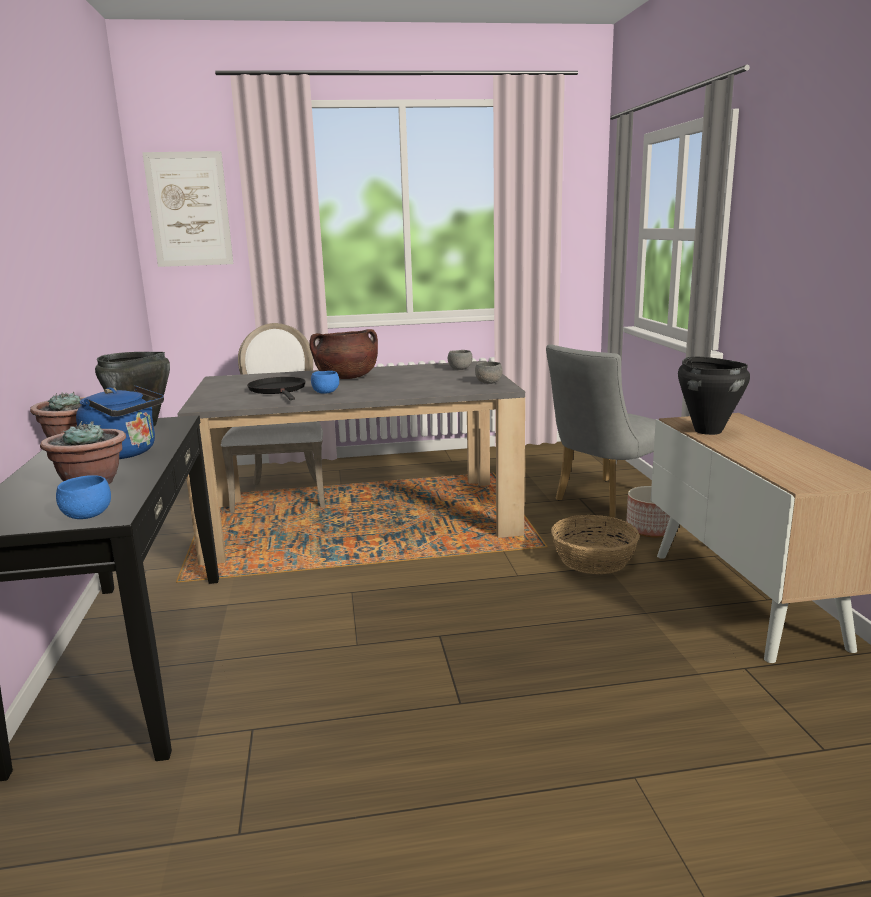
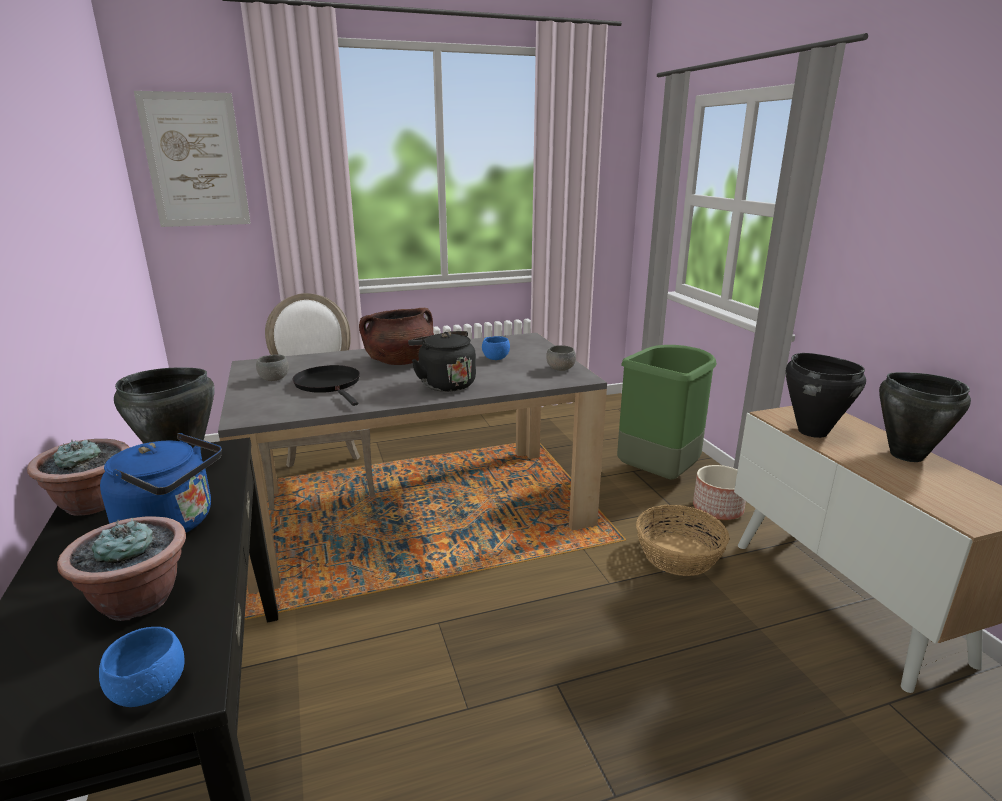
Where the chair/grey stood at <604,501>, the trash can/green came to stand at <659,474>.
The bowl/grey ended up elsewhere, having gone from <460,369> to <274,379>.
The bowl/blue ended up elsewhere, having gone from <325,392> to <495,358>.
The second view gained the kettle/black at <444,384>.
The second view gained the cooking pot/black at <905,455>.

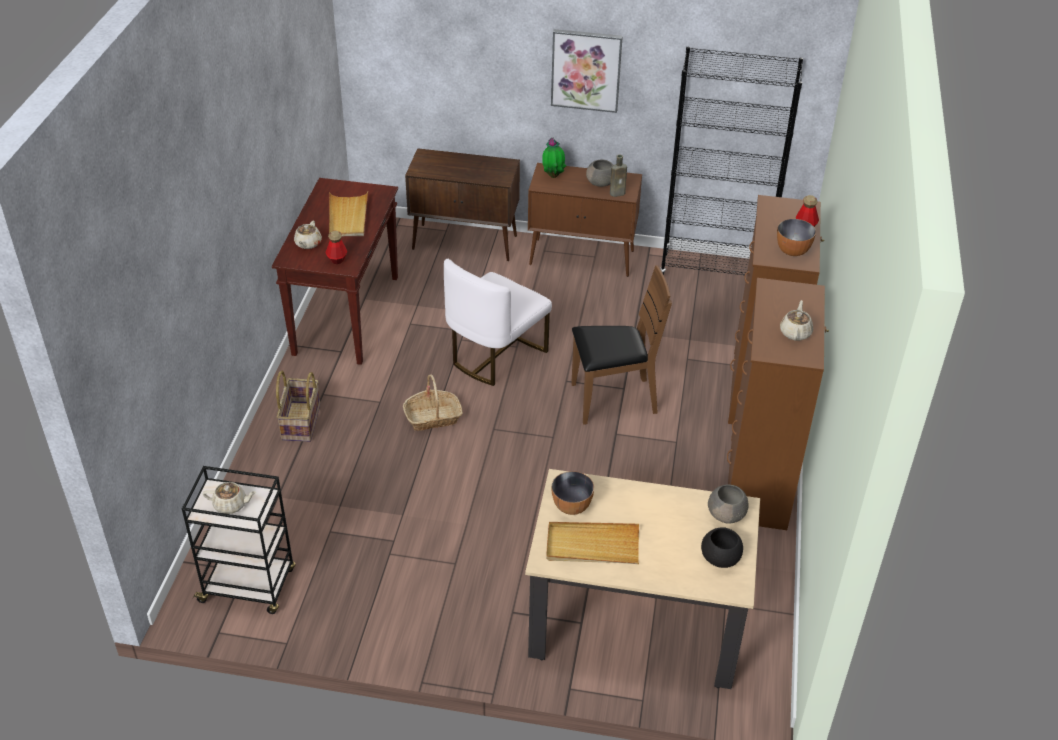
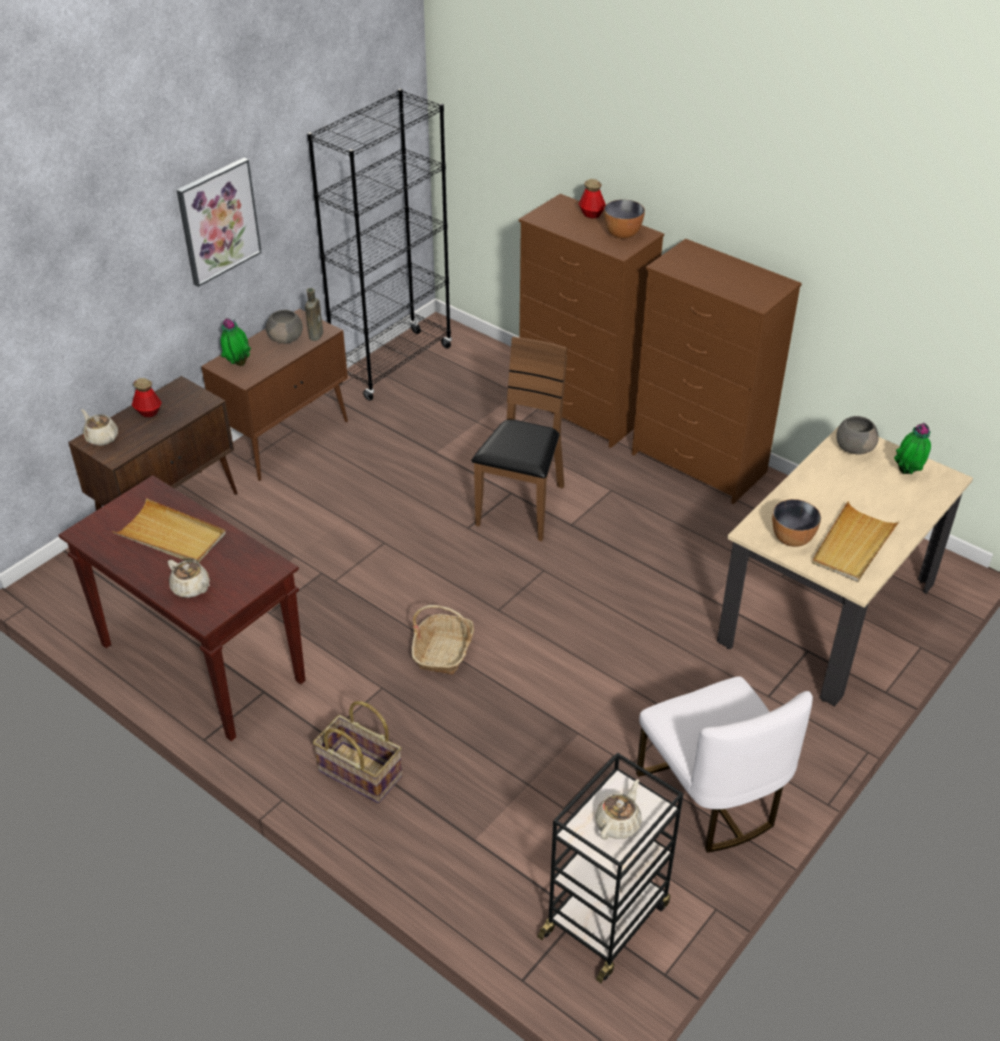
The bottle ended up elsewhere, having gone from <337,259> to <148,412>.
The chair/white ended up elsewhere, having gone from <495,355> to <711,797>.
The teapot/beige ended up elsewhere, having gone from <795,332> to <101,438>.
Where the bowl/black stood at <720,558>, the potted plant came to stand at <908,473>.

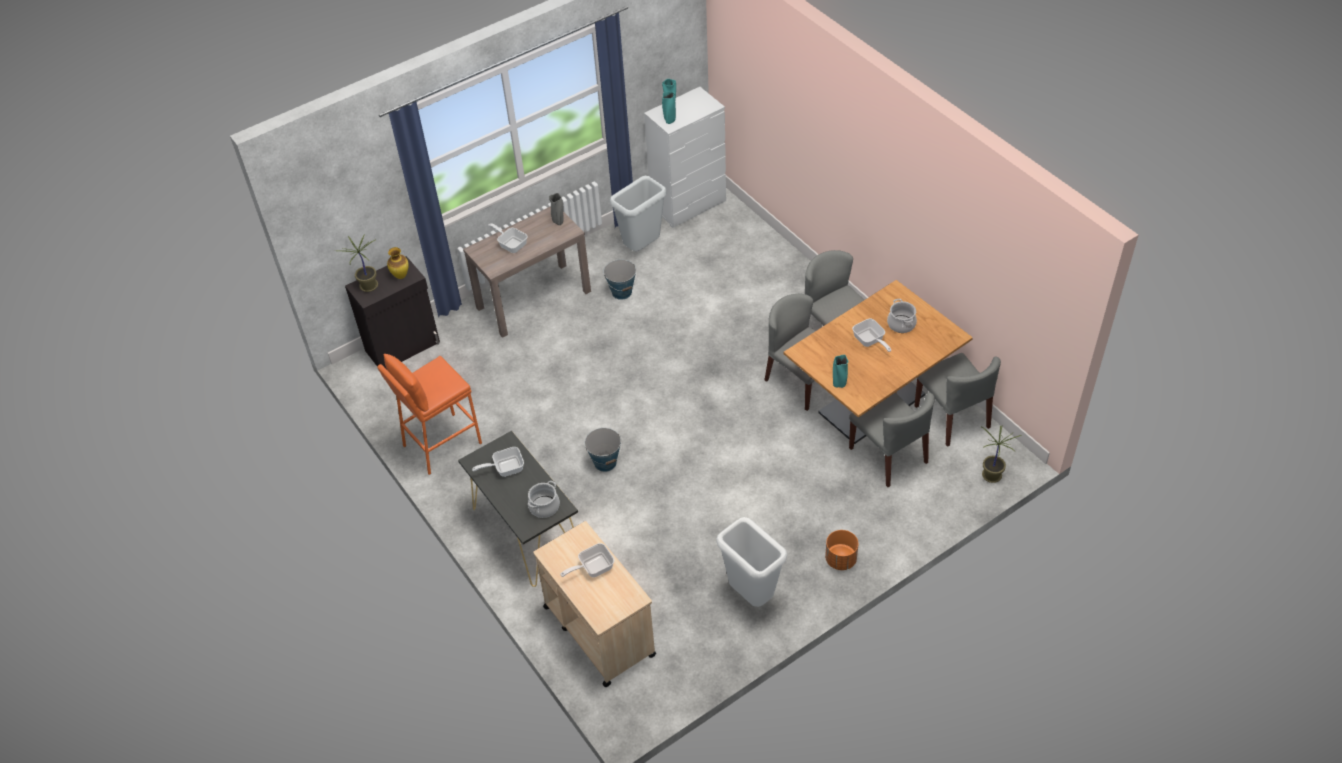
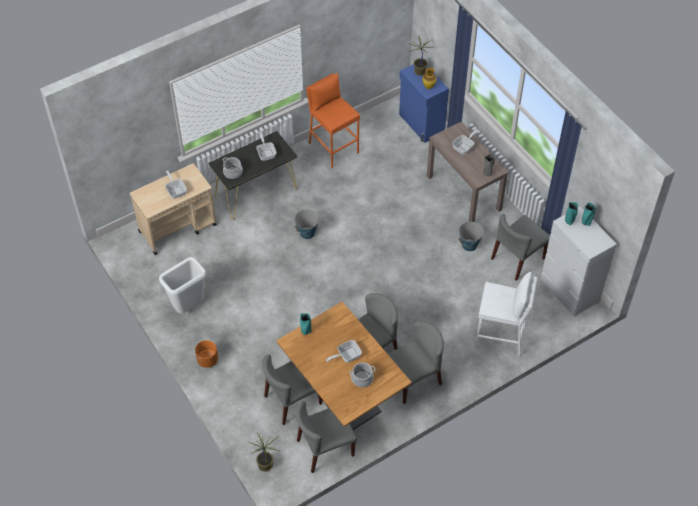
Where the trash can/grey stood at <642,248>, the chair/grey came to stand at <518,259>.
What was the cabinet/black at <403,347> turned into the cabinet/blue at <421,124>.
The second view gained the stool/white at <500,338>.

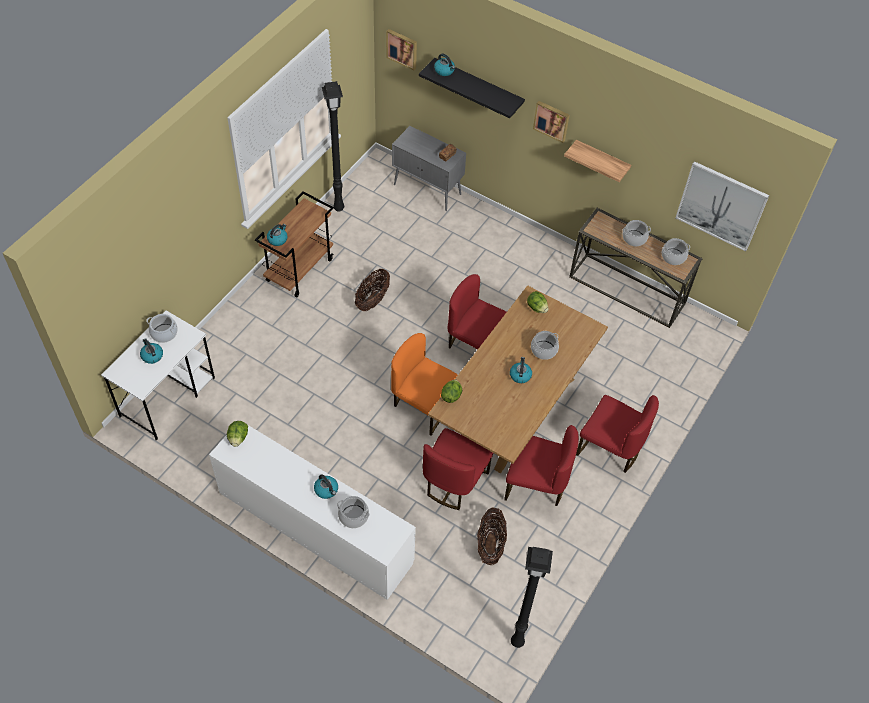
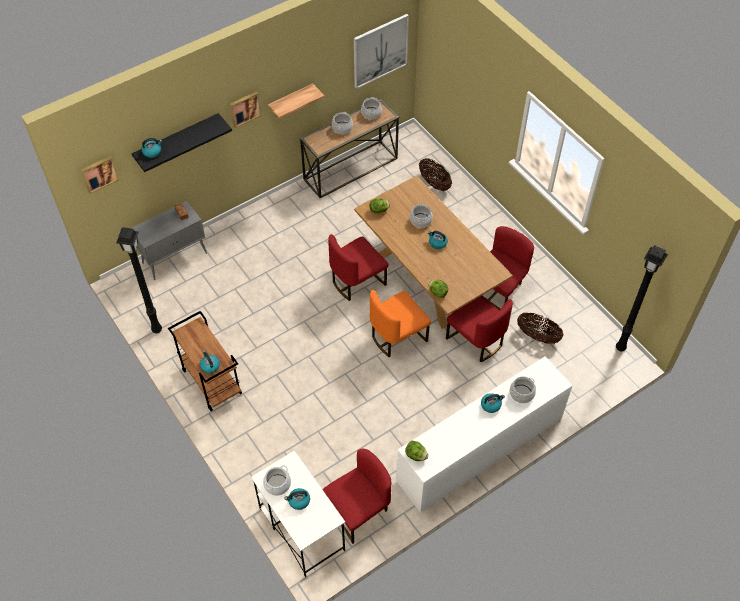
The basket ended up elsewhere, having gone from <372,300> to <434,183>.
The chair/red ended up elsewhere, having gone from <610,448> to <358,511>.

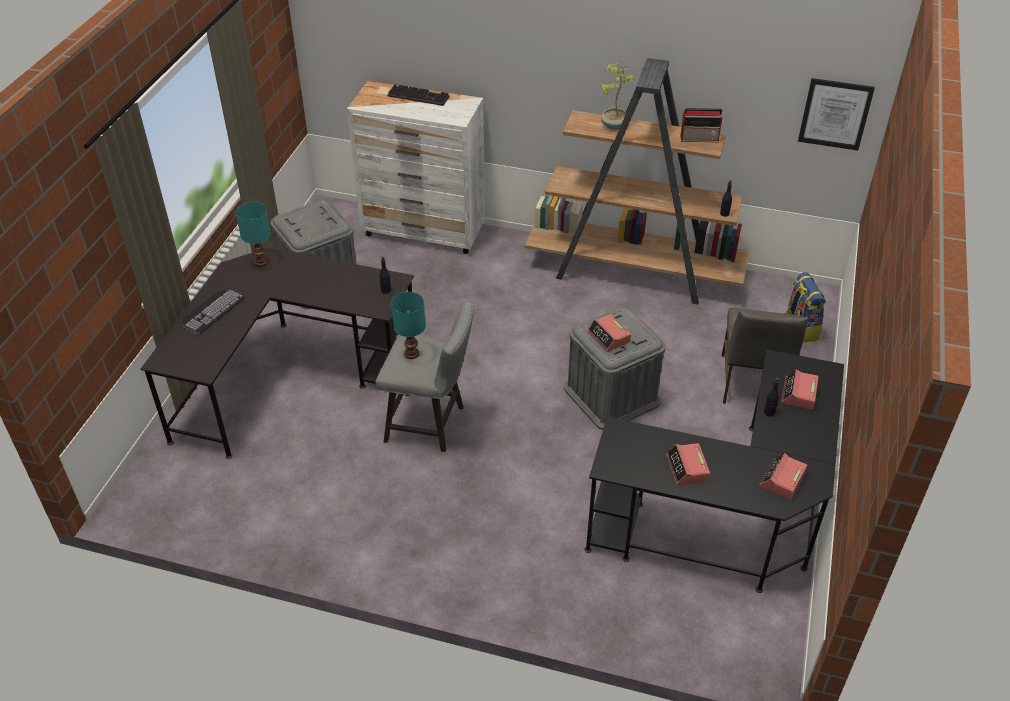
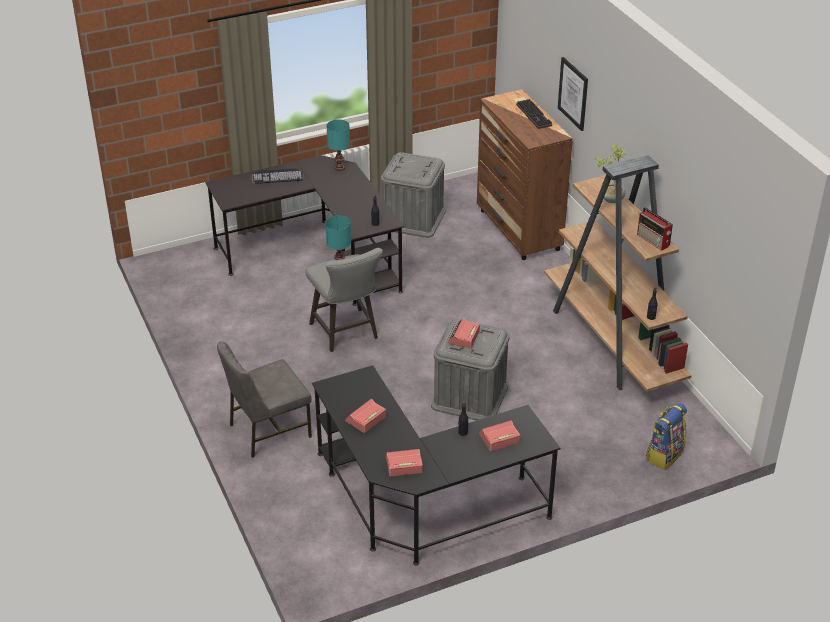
The picture ended up elsewhere, having gone from <835,114> to <573,93>.
What was the dresser/white at <424,231> turned into the dresser/brown at <519,230>.
The chair/grey ended up elsewhere, having gone from <753,383> to <268,430>.

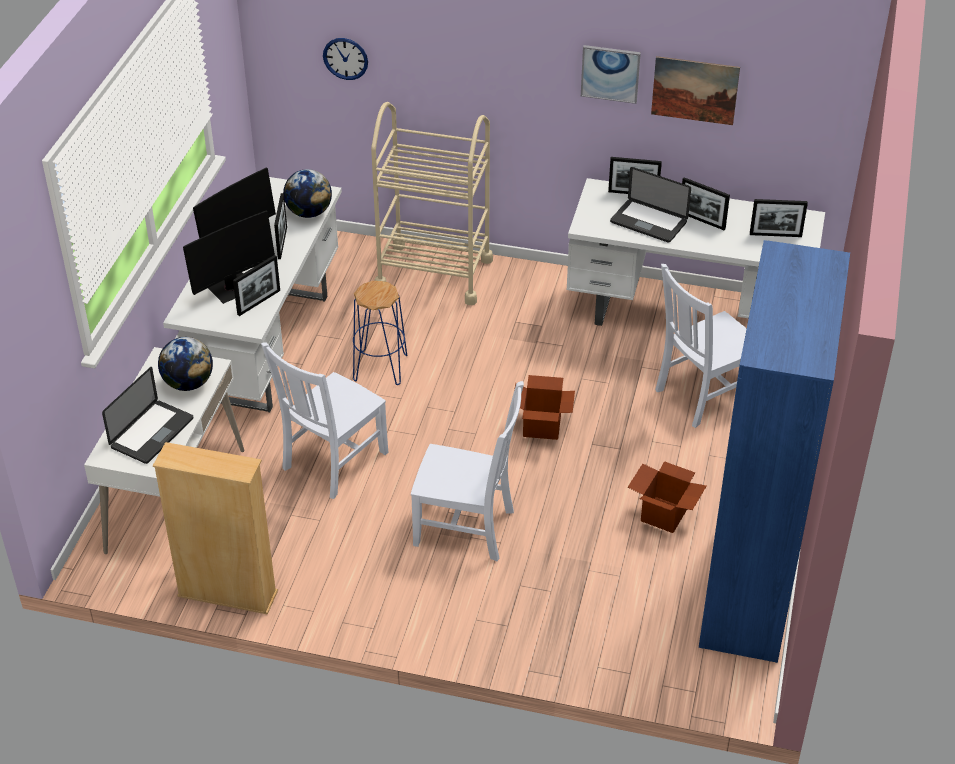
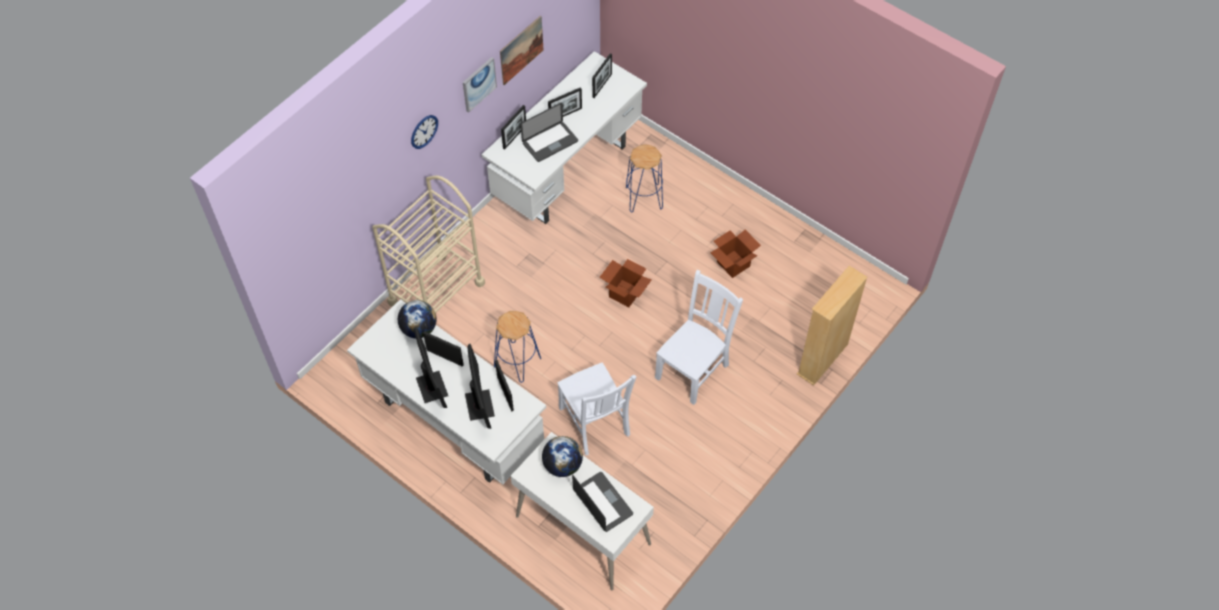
The wall clock ended up elsewhere, having gone from <345,58> to <424,131>.
The second view lost the bookcase/blue at <748,589>.
Where the chair/white stood at <703,395>, the stool/blue came to stand at <643,198>.
The bookcase/beige ended up elsewhere, having gone from <227,594> to <822,359>.

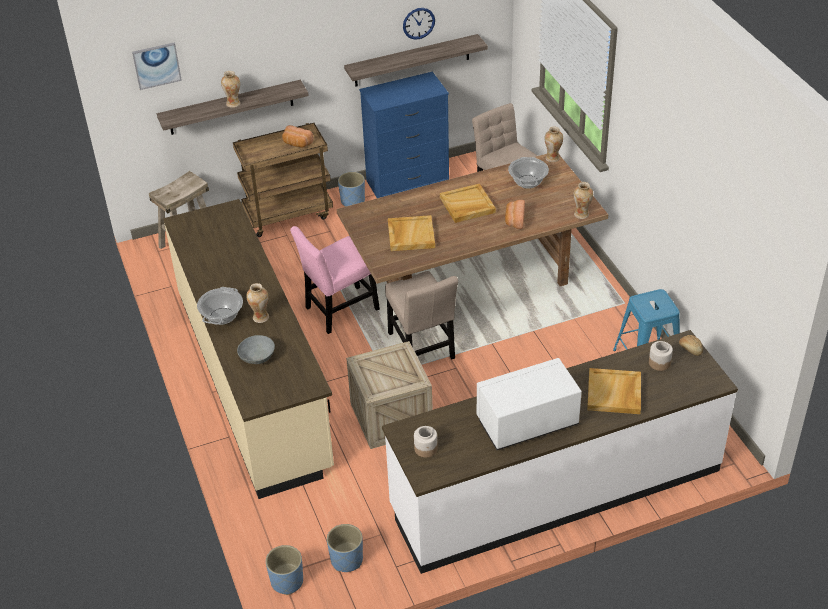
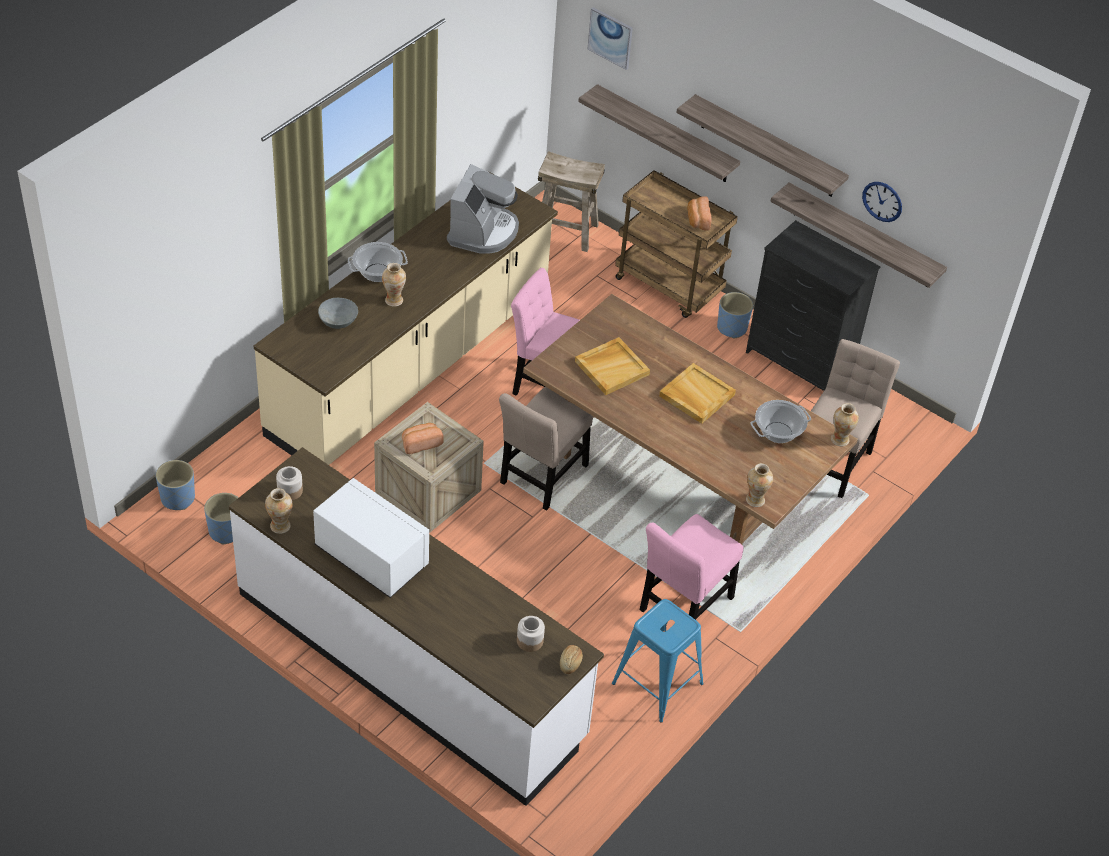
The vase ended up elsewhere, having gone from <233,104> to <280,526>.
What was the dresser/blue at <407,183> turned into the dresser/black at <798,361>.
The bread ended up elsewhere, having gone from <514,220> to <421,443>.
The second view lost the tray/beige at <614,393>.
The second view gained the shelf at <768,147>.
The second view gained the coffee machine at <483,232>.
The second view gained the chair/pink at <684,607>.

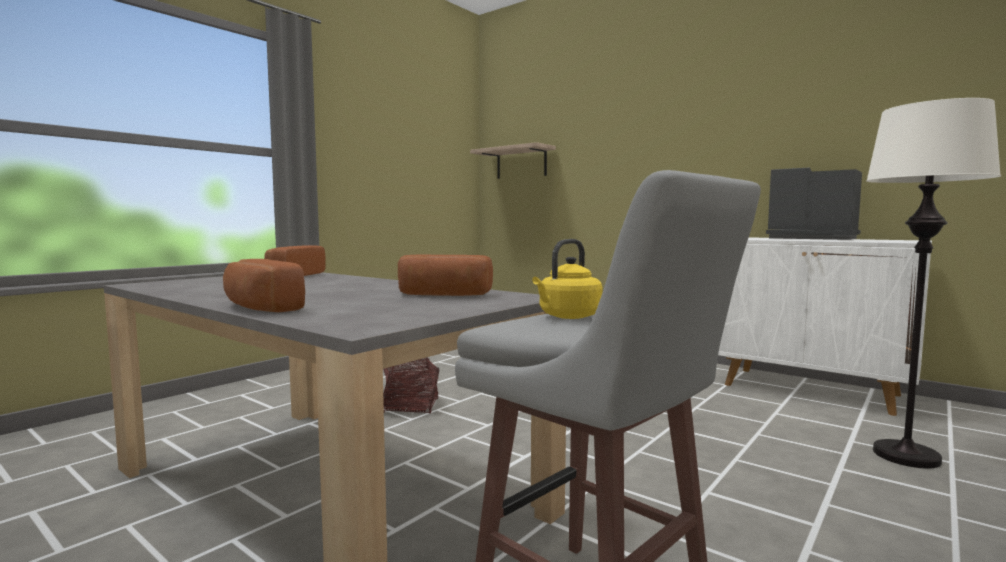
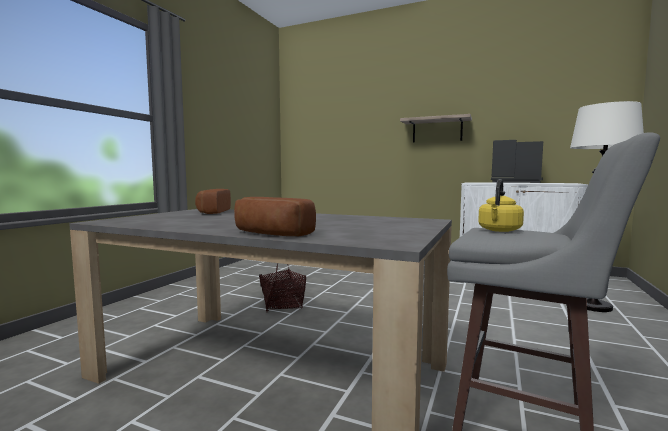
The shelf ended up elsewhere, having gone from <521,163> to <437,130>.
The second view lost the bread at <443,295>.

